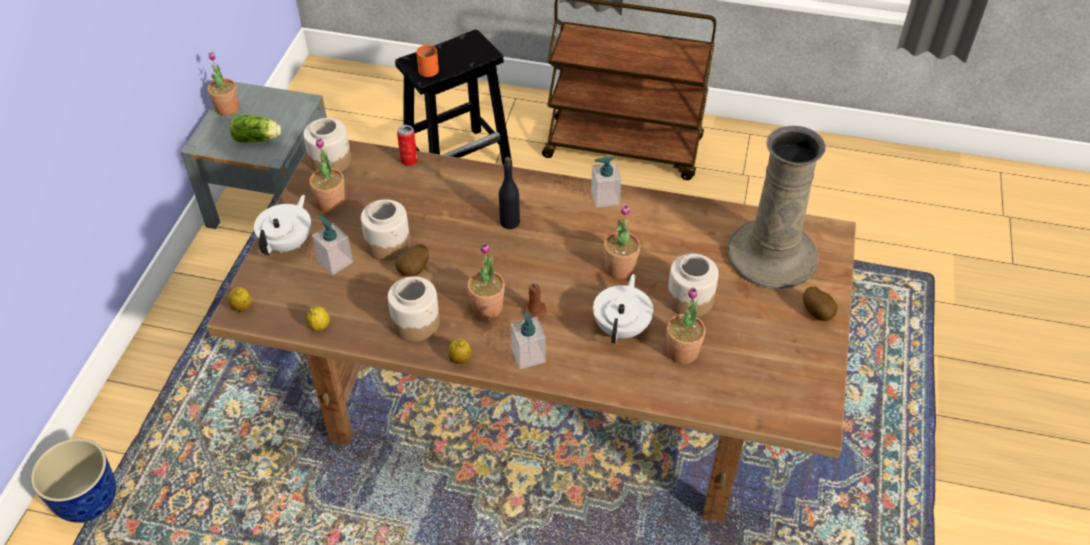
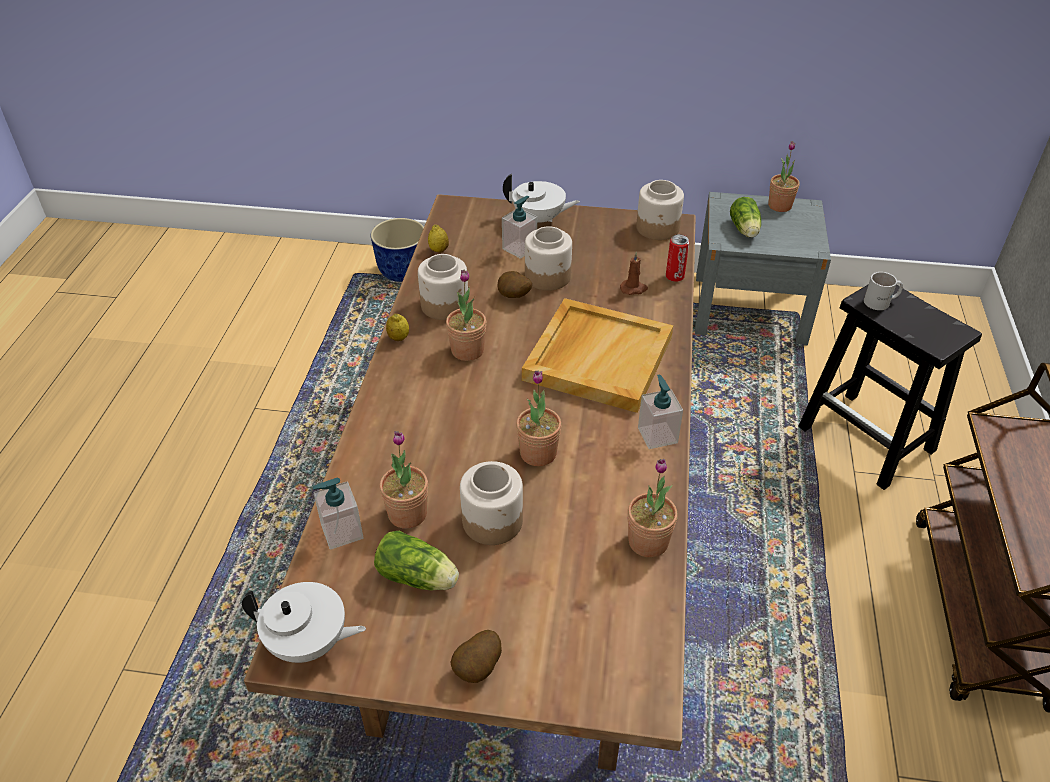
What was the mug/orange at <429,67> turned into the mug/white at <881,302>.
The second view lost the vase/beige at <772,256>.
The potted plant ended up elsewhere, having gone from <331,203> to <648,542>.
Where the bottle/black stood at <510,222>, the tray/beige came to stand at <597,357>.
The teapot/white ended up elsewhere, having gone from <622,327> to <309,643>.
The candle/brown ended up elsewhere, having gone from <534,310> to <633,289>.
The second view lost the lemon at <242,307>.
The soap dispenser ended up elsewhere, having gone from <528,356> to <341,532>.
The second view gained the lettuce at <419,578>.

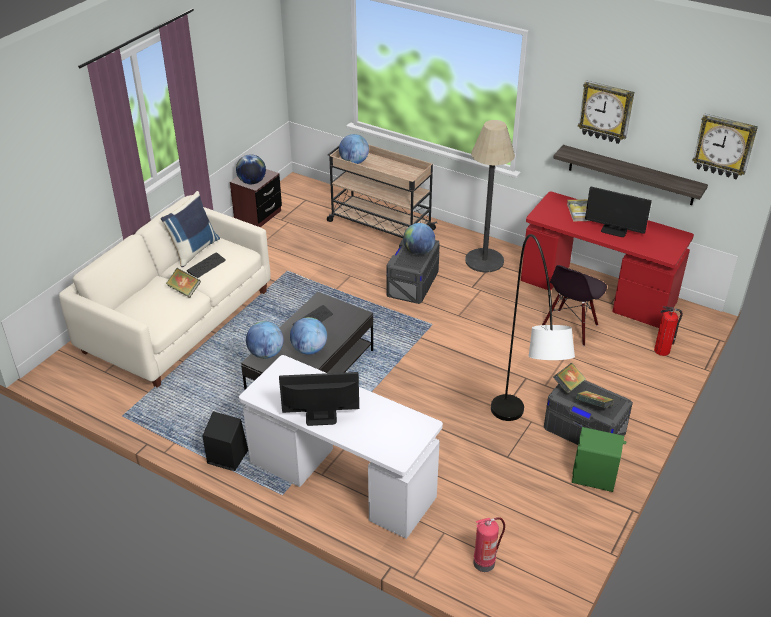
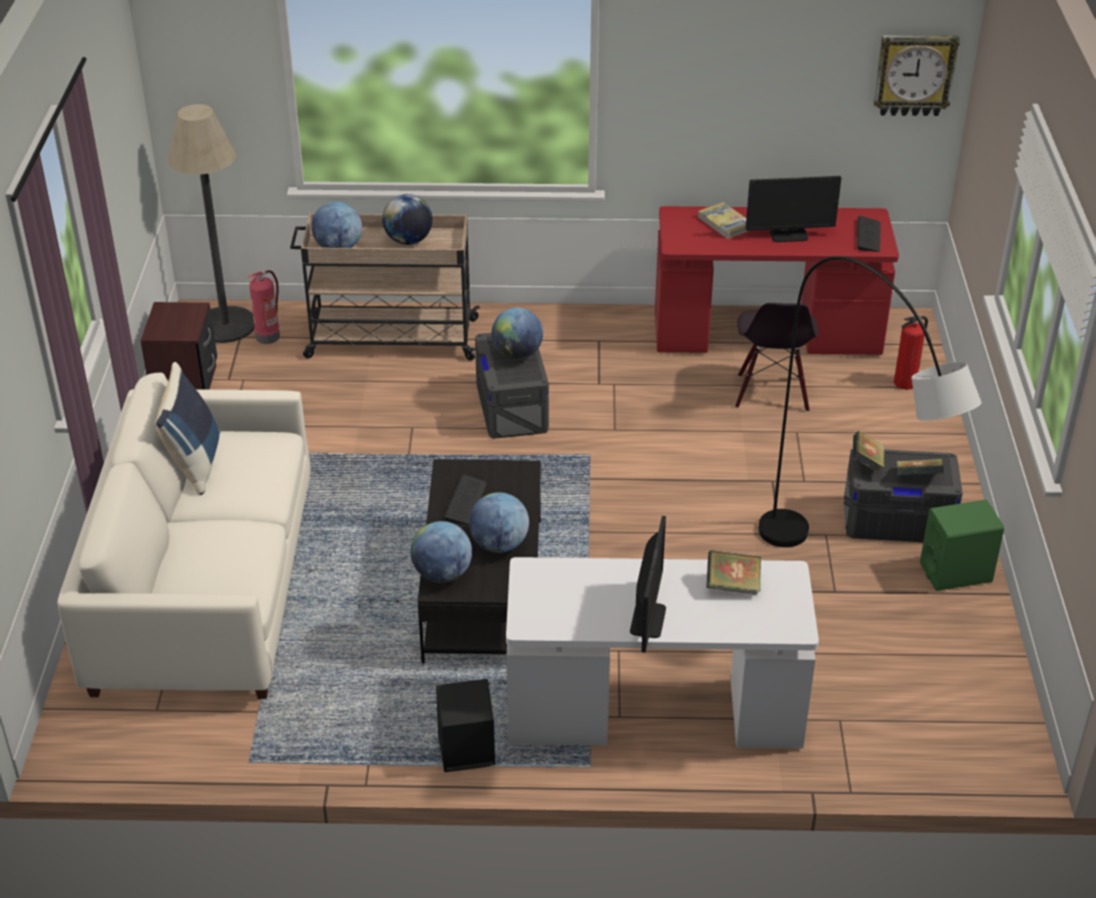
The second view lost the wall clock at <606,112>.
The floor lamp ended up elsewhere, having gone from <484,260> to <225,325>.
The second view lost the shelf at <631,175>.
The globe ended up elsewhere, having gone from <252,182> to <408,240>.
The keyboard ended up elsewhere, having gone from <206,266> to <868,235>.
The book ended up elsewhere, having gone from <184,290> to <733,585>.
The monitor at <321,418> ended up facing another way, 135 degrees clockwise from before.
The fire extinguisher ended up elsewhere, having gone from <485,562> to <268,336>.

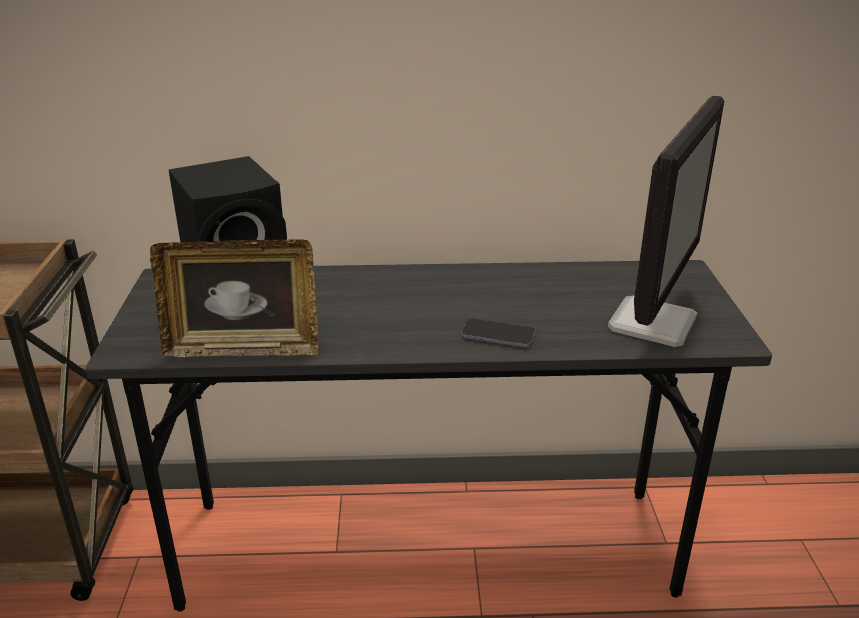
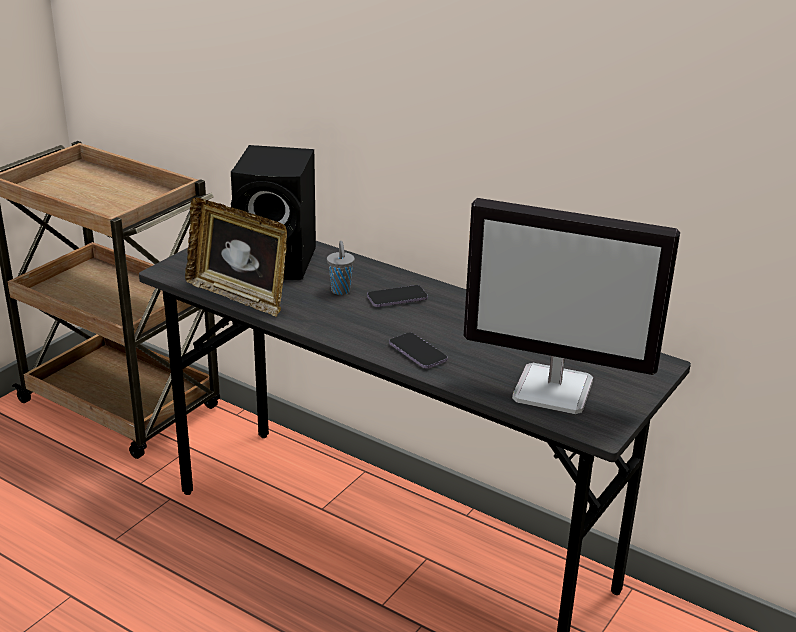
The monitor at <652,322> ended up facing another way, 45 degrees clockwise from before.
The second view gained the cup/grey at <341,291>.
The second view gained the phone at <397,298>.

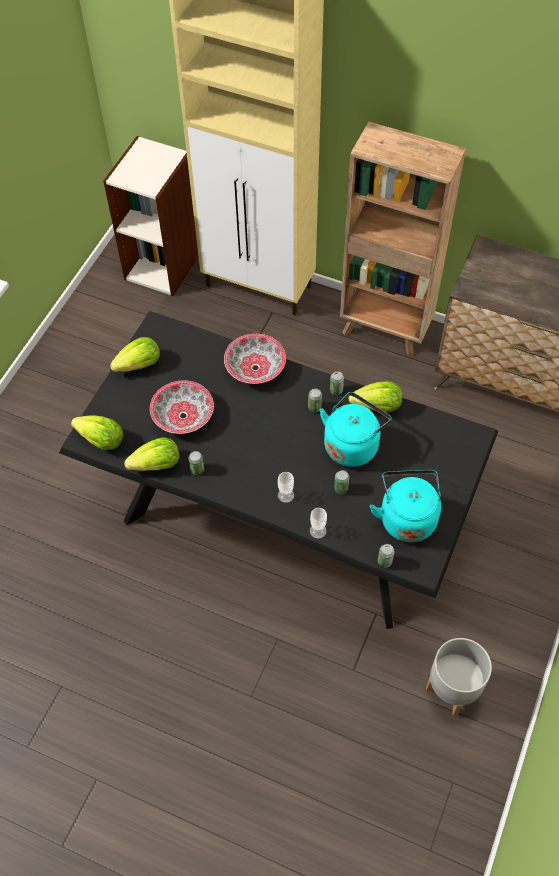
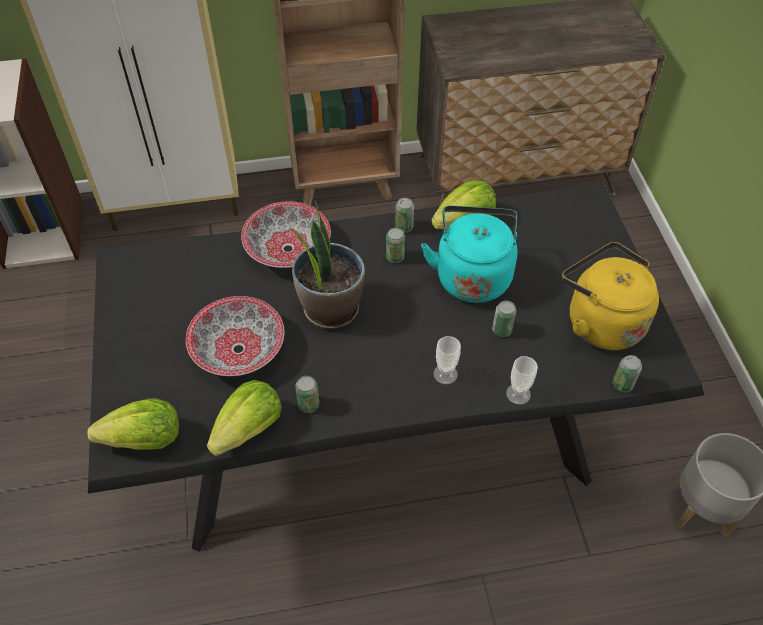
The second view lost the lettuce at <139,365>.
What was the kettle/turquoise at <406,517> turned into the kettle/yellow at <600,321>.
The second view gained the potted plant at <330,308>.

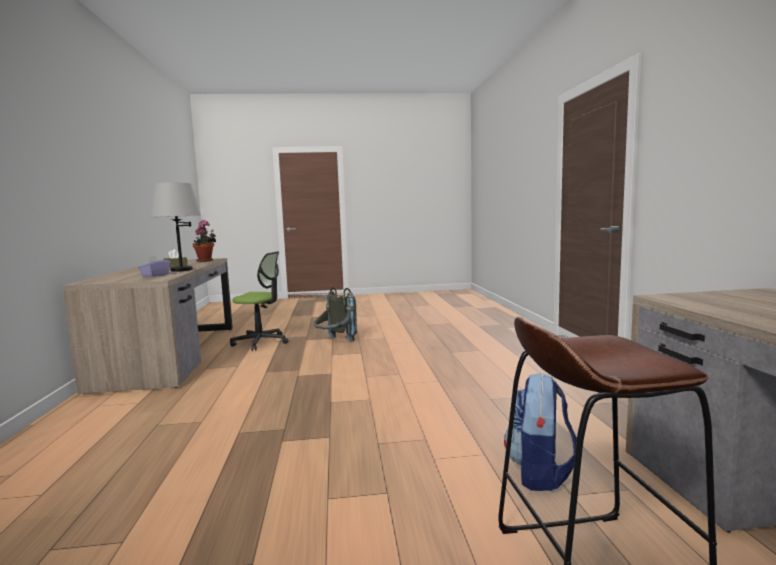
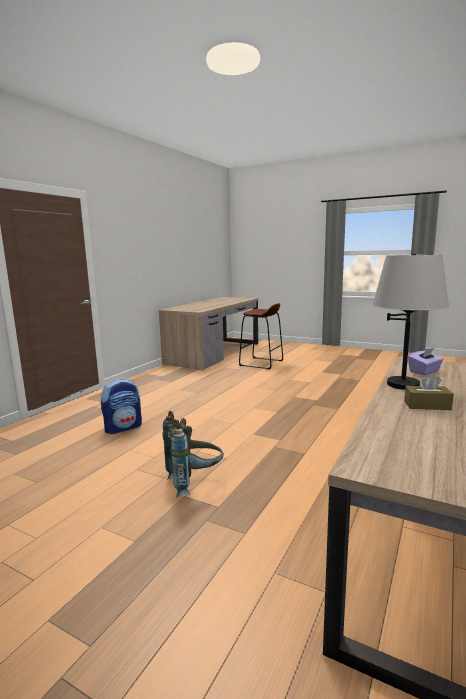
The second view lost the potted plant at <206,261>.
The second view lost the office chair at <261,342>.
The backpack ended up elsewhere, having gone from <540,473> to <123,427>.

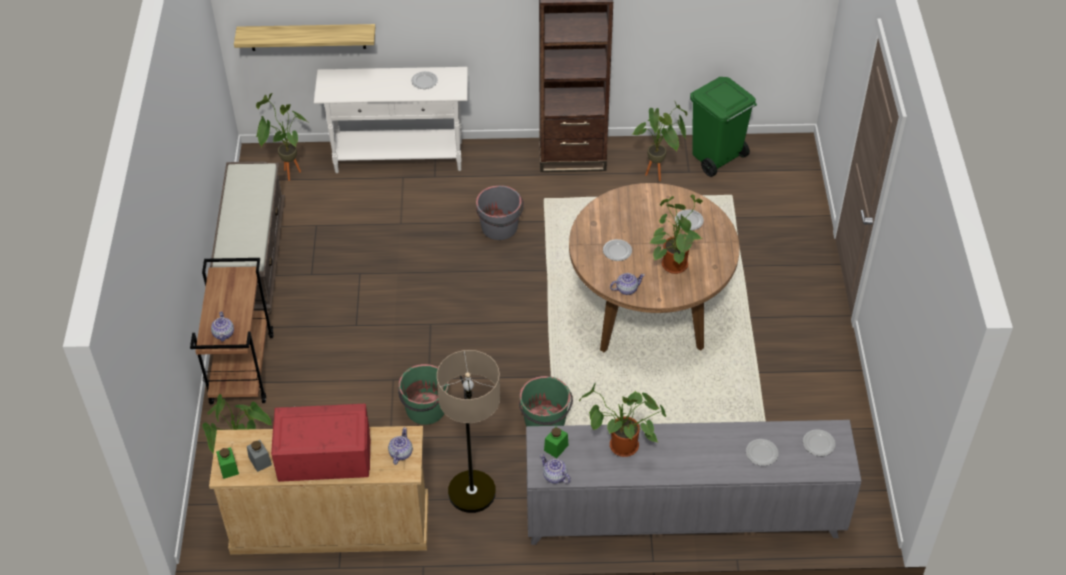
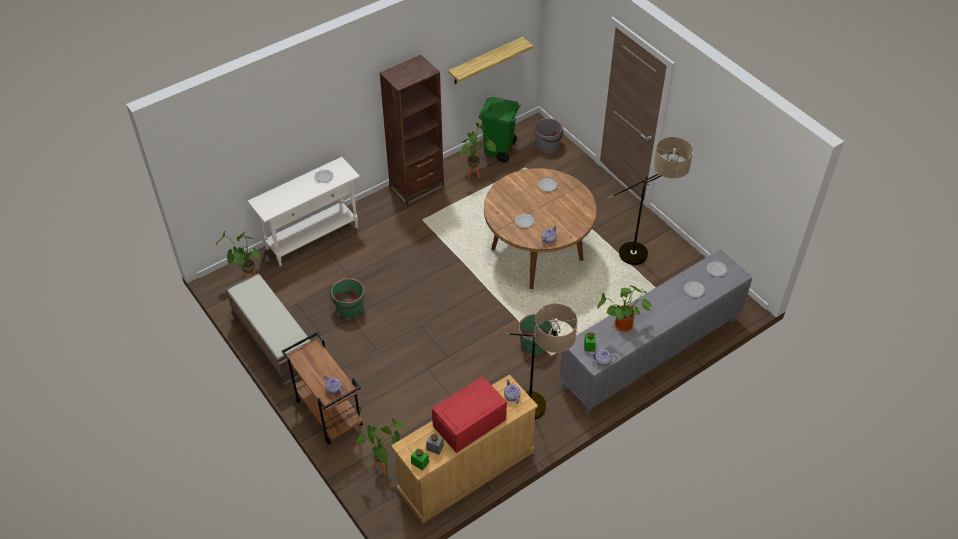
The shelf ended up elsewhere, having gone from <307,37> to <485,61>.
The bucket/grey ended up elsewhere, having gone from <500,228> to <547,145>.
The second view lost the potted plant at <673,263>.
The bucket/green ended up elsewhere, having gone from <425,409> to <349,308>.
The second view gained the floor lamp at <645,255>.

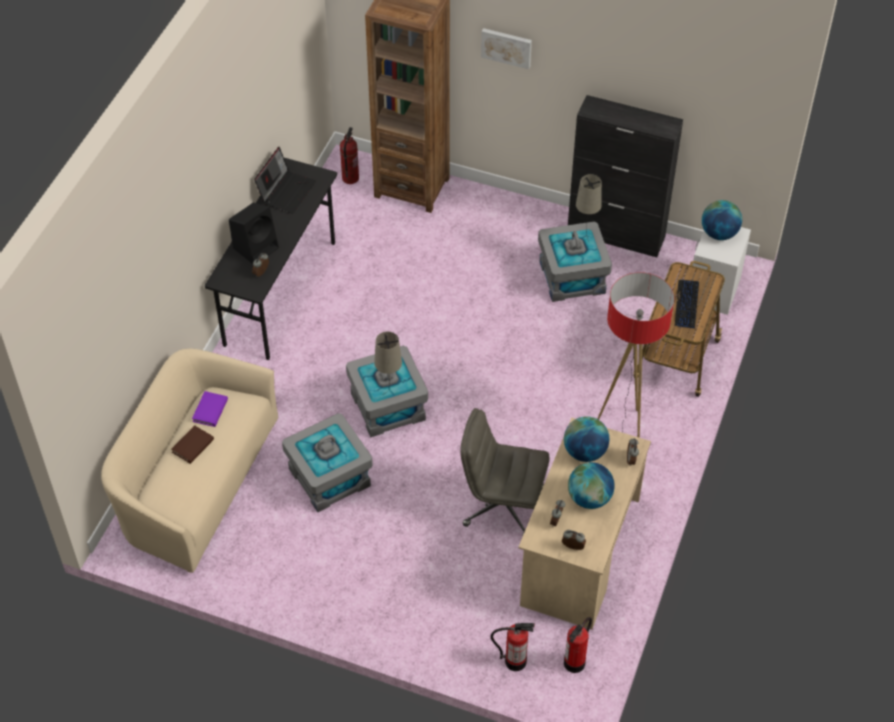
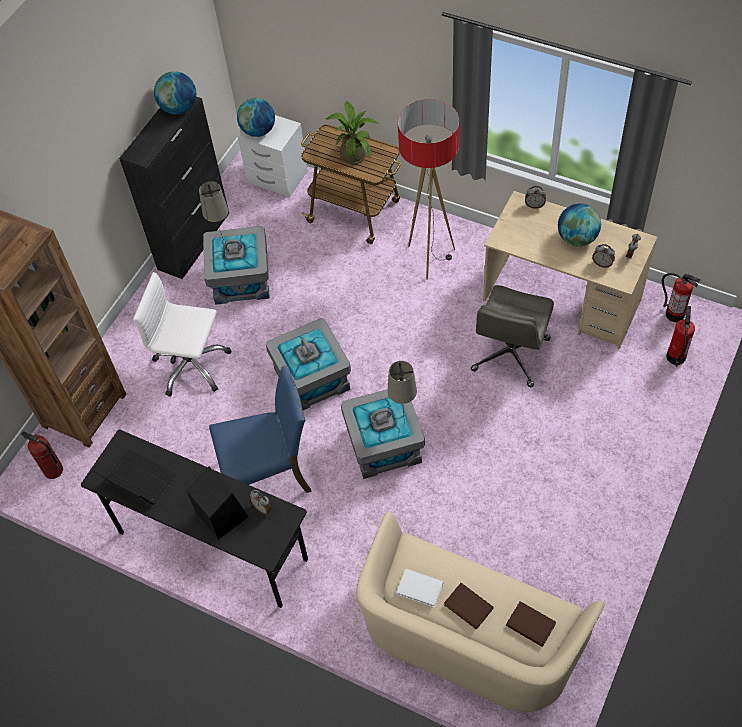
The second view lost the picture at <506,47>.
Where the keyboard stood at <687,304>, the potted plant came to stand at <354,153>.
What was the book/purple at <210,410> turned into the book/white at <420,589>.
The storage box/grey ended up elsewhere, having gone from <329,478> to <312,379>.
The globe ended up elsewhere, having gone from <584,452> to <179,108>.
The second view gained the office chair/white at <191,366>.
The second view gained the chair/blue at <269,476>.
The second view gained the book/brown at <530,625>.

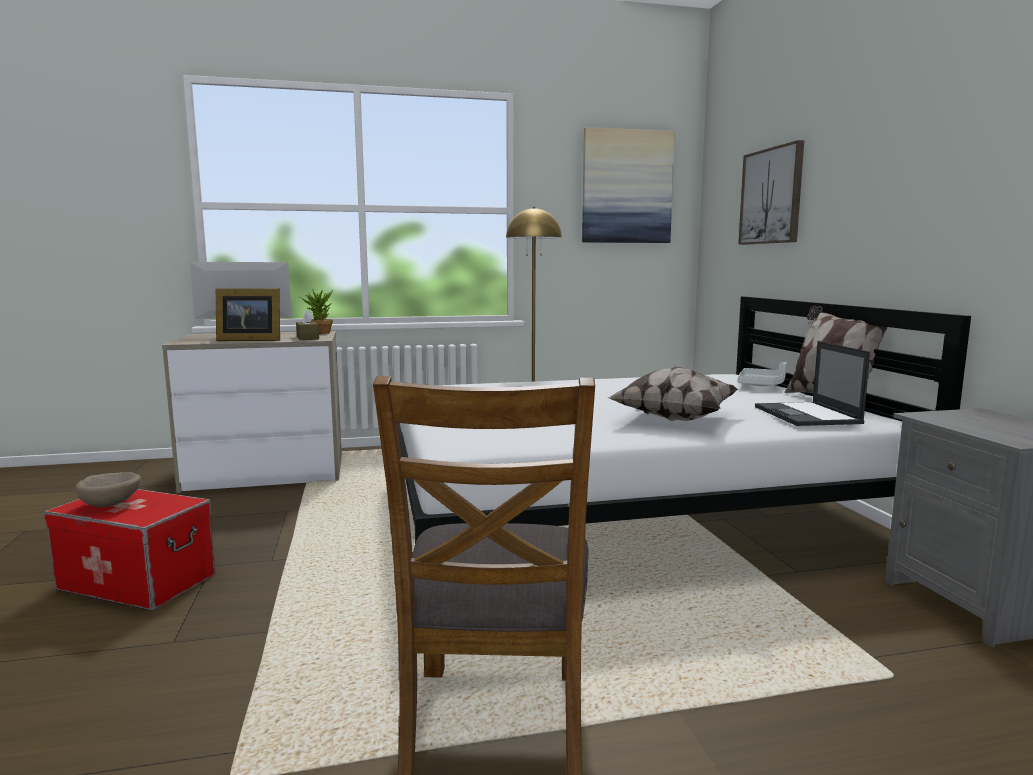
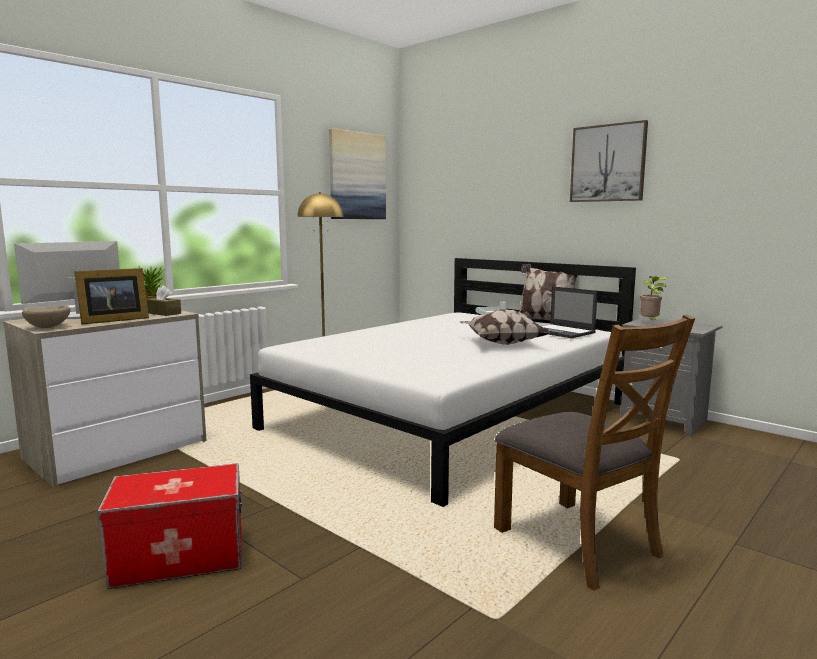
The picture ended up elsewhere, having gone from <771,196> to <608,163>.
The bowl/beige ended up elsewhere, having gone from <112,504> to <48,327>.
The second view gained the potted plant at <650,322>.

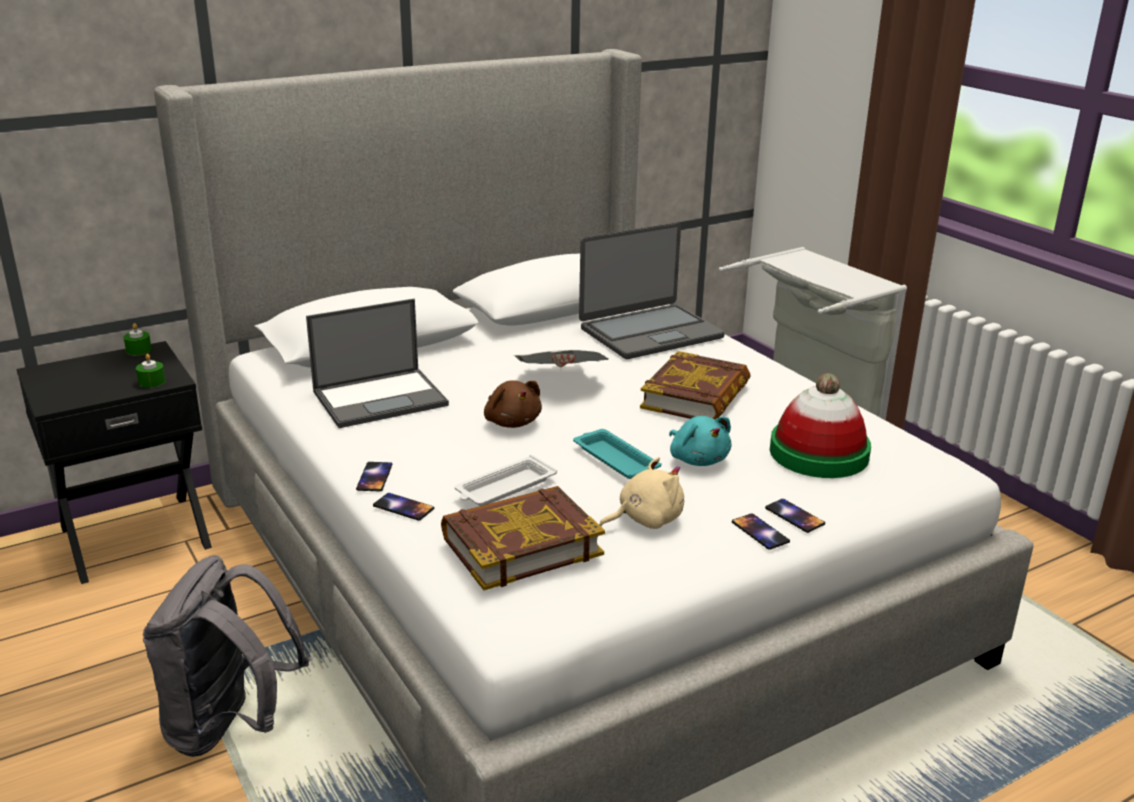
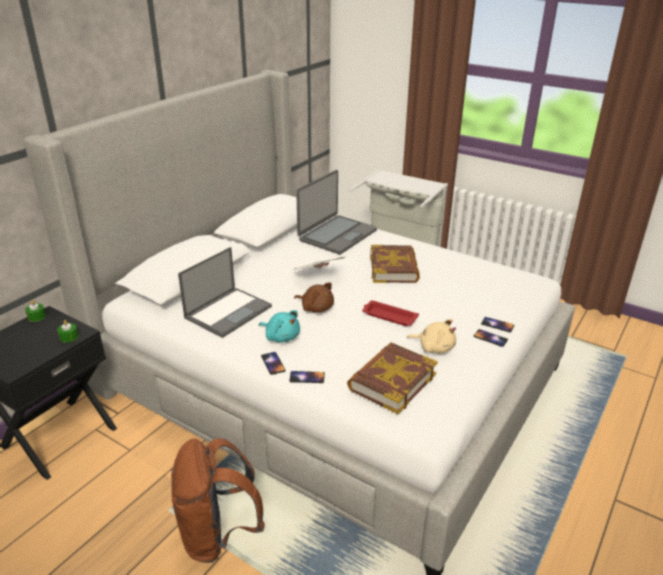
The second view lost the hat at <818,453>.
The plush toy/turquoise ended up elsewhere, having gone from <698,459> to <281,337>.
What was the tray/turquoise at <614,459> turned into the tray/red at <388,316>.
The second view lost the tray/white at <504,488>.
The plush toy/beige at <645,519> ended up facing another way, 75 degrees clockwise from before.
What was the backpack/grey at <230,727> turned into the backpack/brown at <218,535>.

